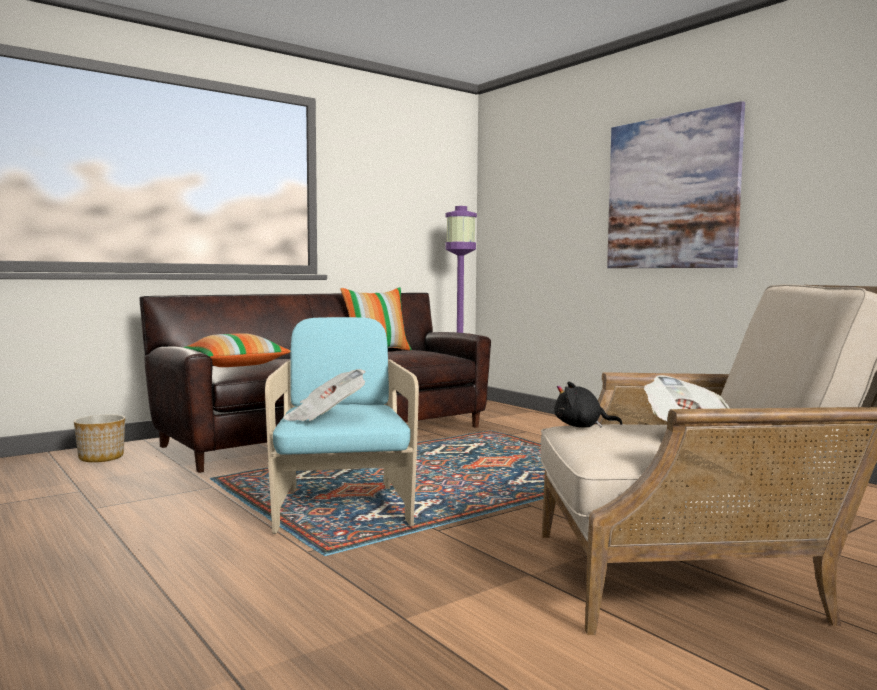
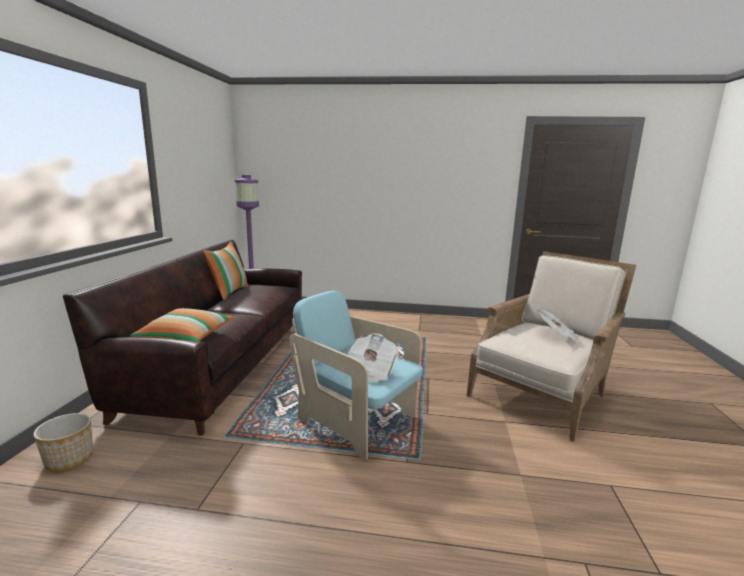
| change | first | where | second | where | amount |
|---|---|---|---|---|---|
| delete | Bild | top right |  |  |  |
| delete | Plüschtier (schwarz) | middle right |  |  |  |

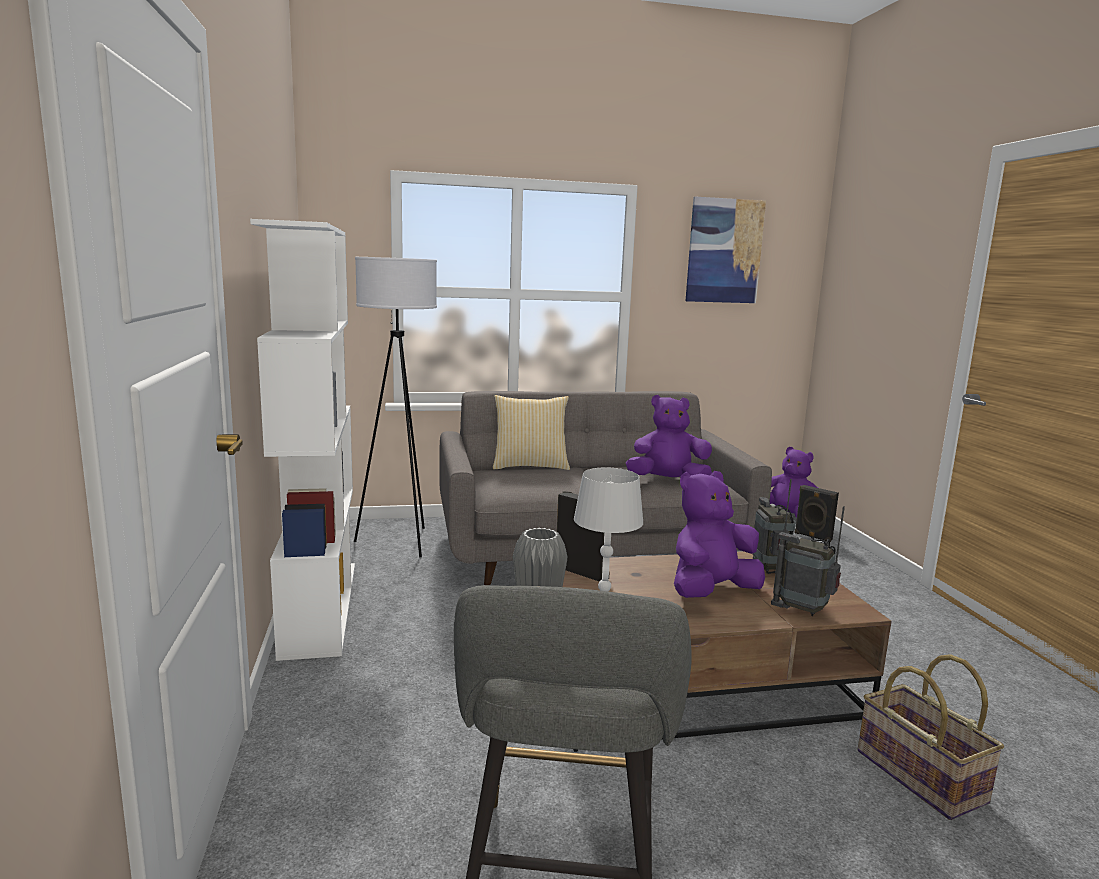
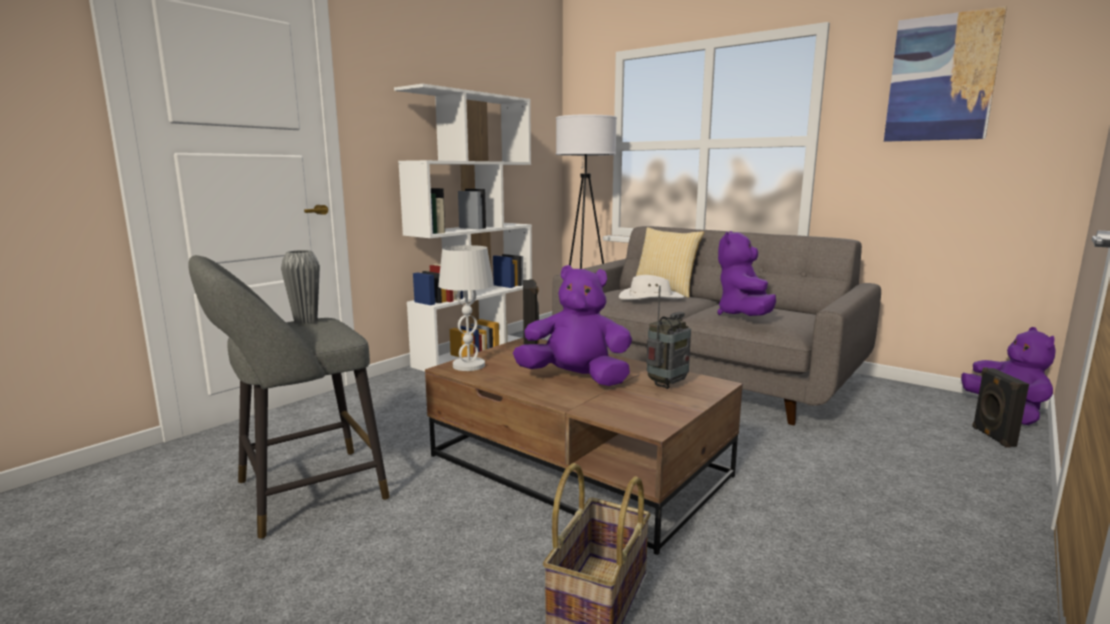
| change | first | where | second | where | amount |
|---|---|---|---|---|---|
| rotate | Plüschtier (lila) (1st from left in the first image) | centre | Plüschtier (lila) (2nd from left) | middle right | 120 degrees counterclockwise |
| delete | Radio (2nd from left) | middle right |  |  |  |
| insert |  |  | Hut (weiß) | centre |  |

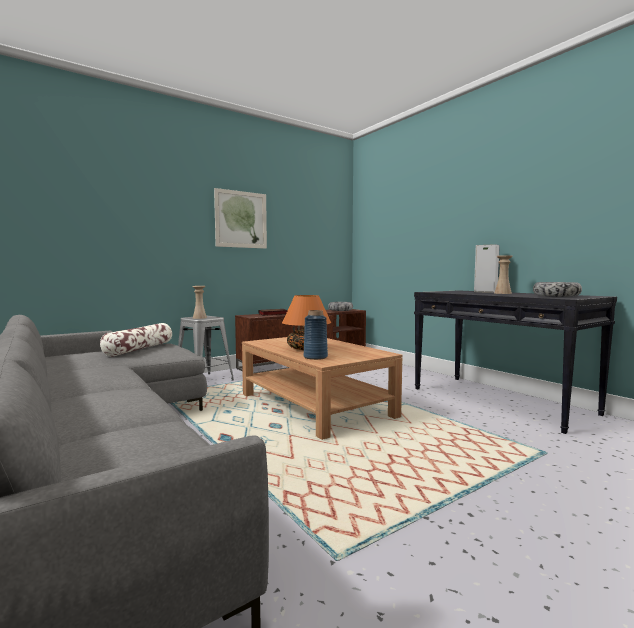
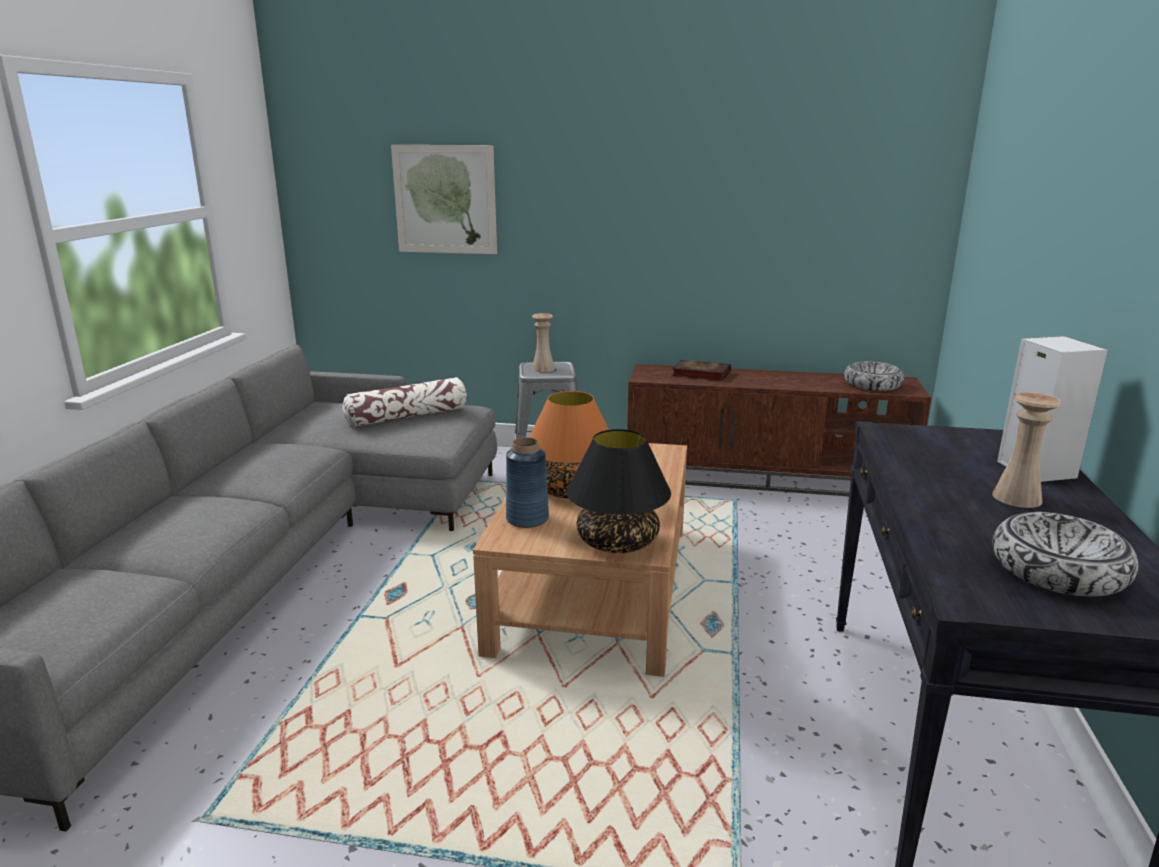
| change | first | where | second | where | amount |
|---|---|---|---|---|---|
| move | Bild | centre |  | top centre |  |
| insert |  |  | Tischlampe (schwarz) | centre |  |

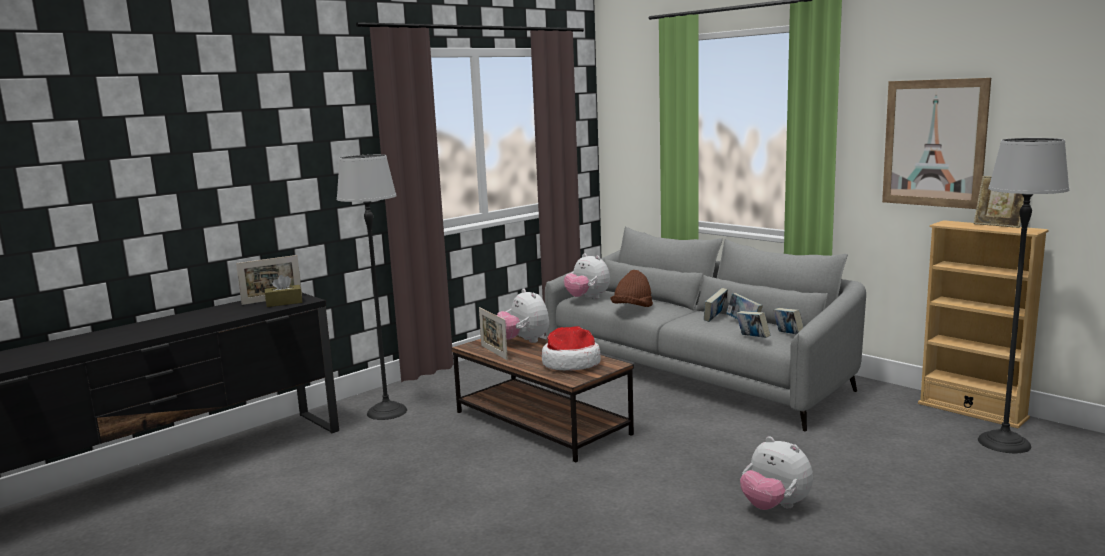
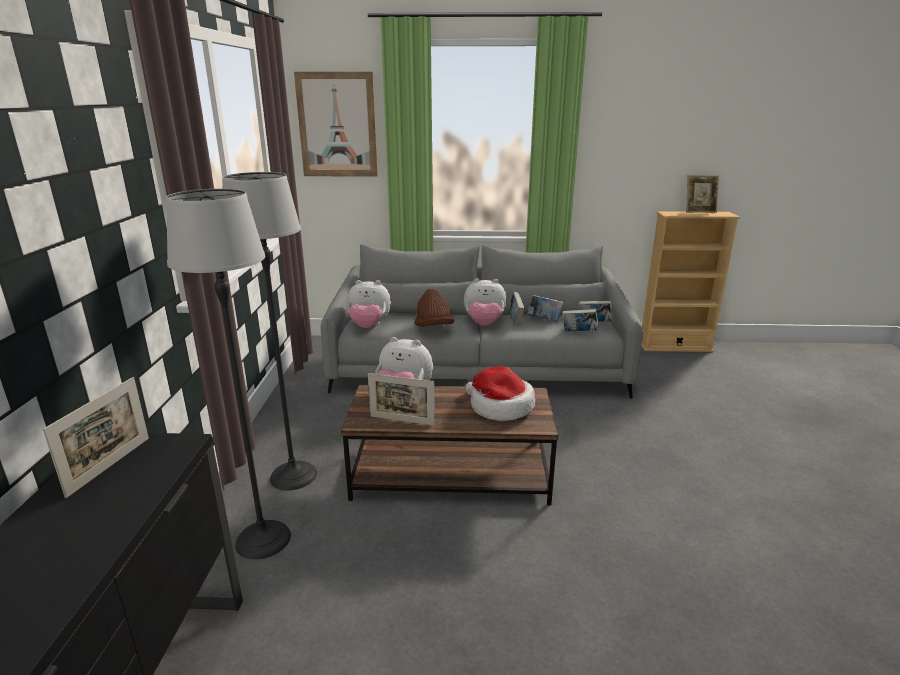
| change | first | where | second | where | amount |
|---|---|---|---|---|---|
| move | Bild | top right |  | top centre |  |
| move | Stehlampe (2nd from left) | middle right |  | middle left |  |
| delete | Taschentuchbox (braun) | middle left |  |  |  |
| move | Plüschtier (3rd from left) | bottom right |  | centre |  |

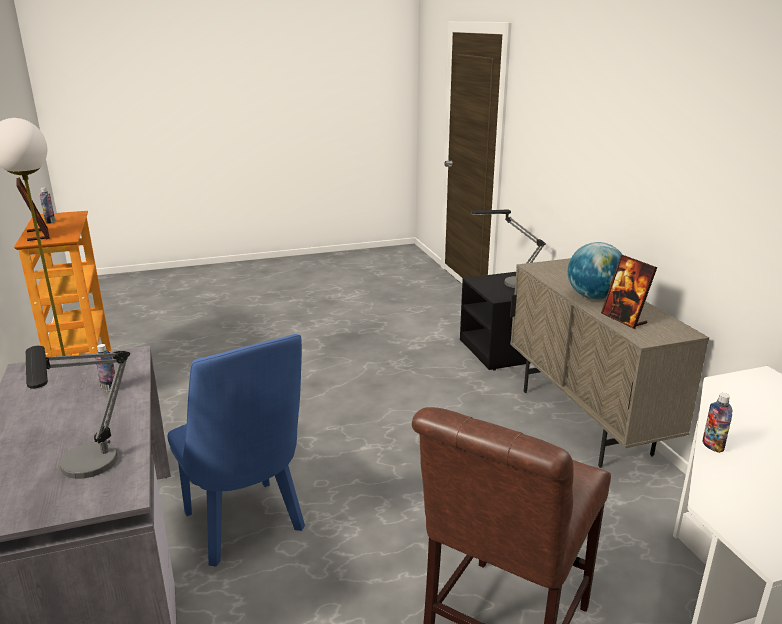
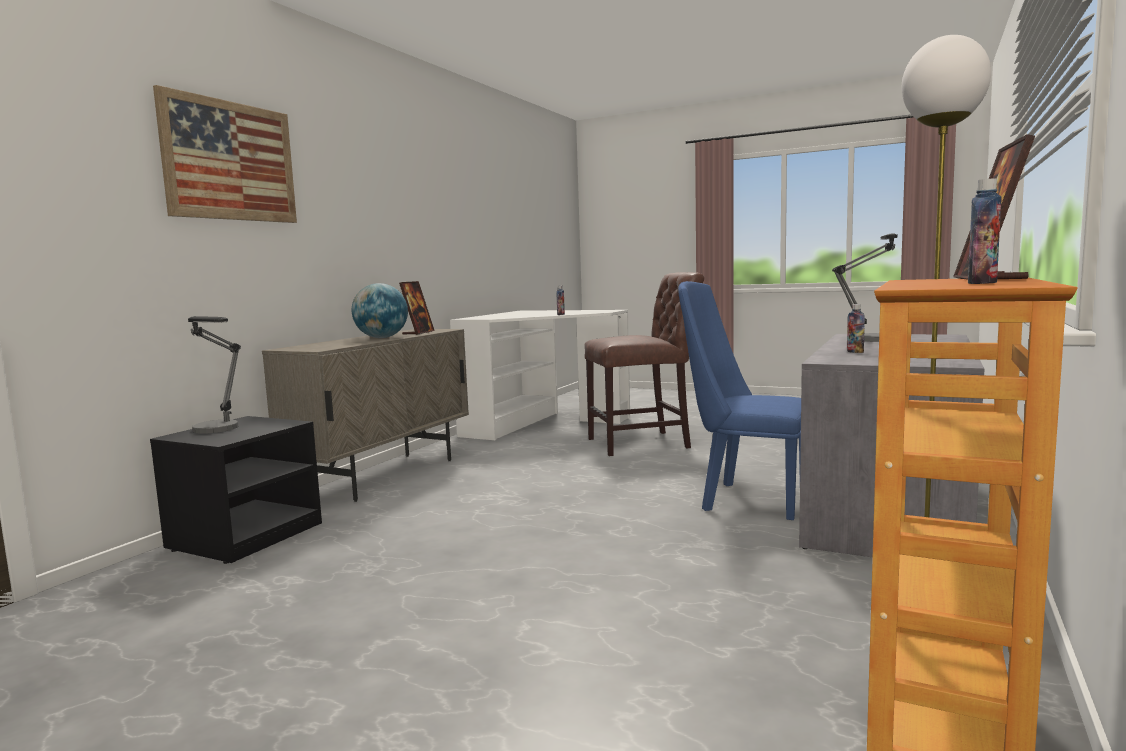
| change | first | where | second | where | amount |
|---|---|---|---|---|---|
| rotate | Stuhl (blau) | bottom left |  | centre | 75 degrees counterclockwise |
| insert |  |  | Bild | top left |  |

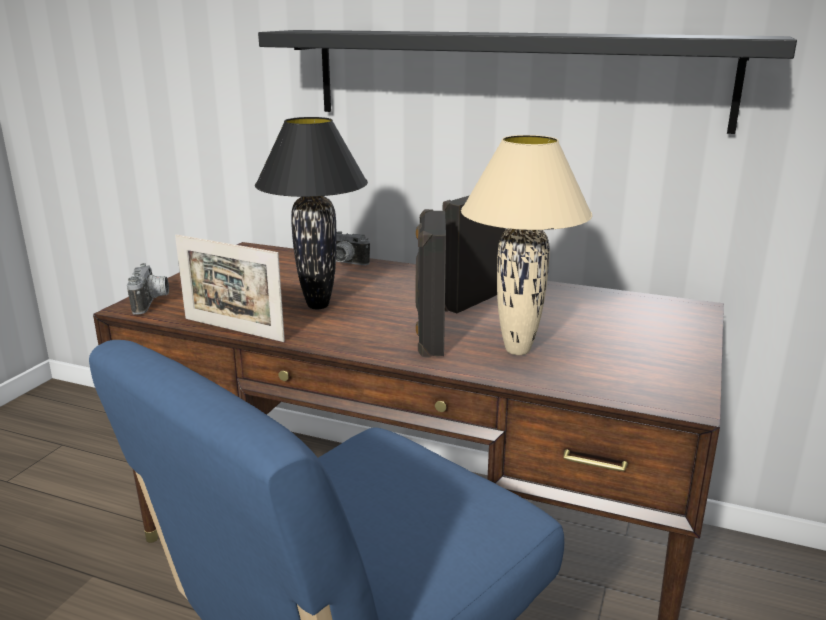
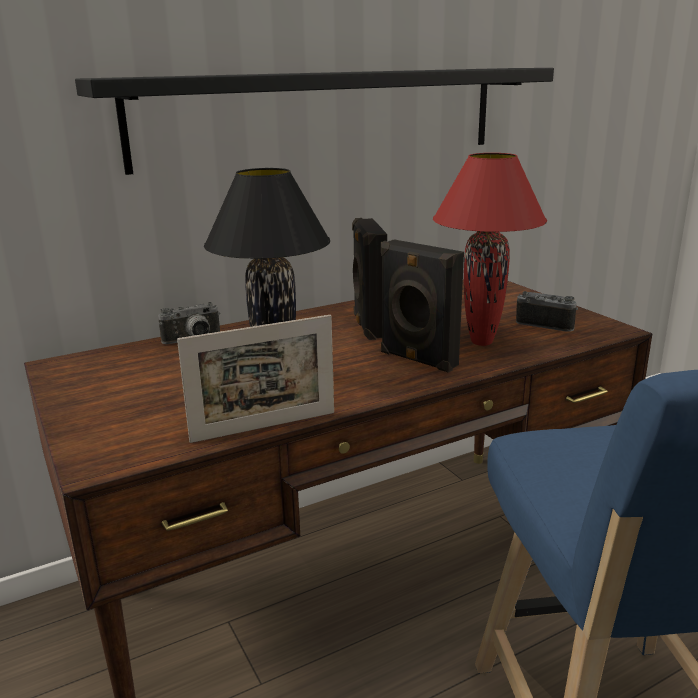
| change | first | where | second | where | amount |
|---|---|---|---|---|---|
| recolor | Tischlampe (beige) | centre | Tischlampe (rot) | middle right |  |
| move | Kamera (1st from left in the first image) | middle left | Kamera (2nd from left) | middle right |  |

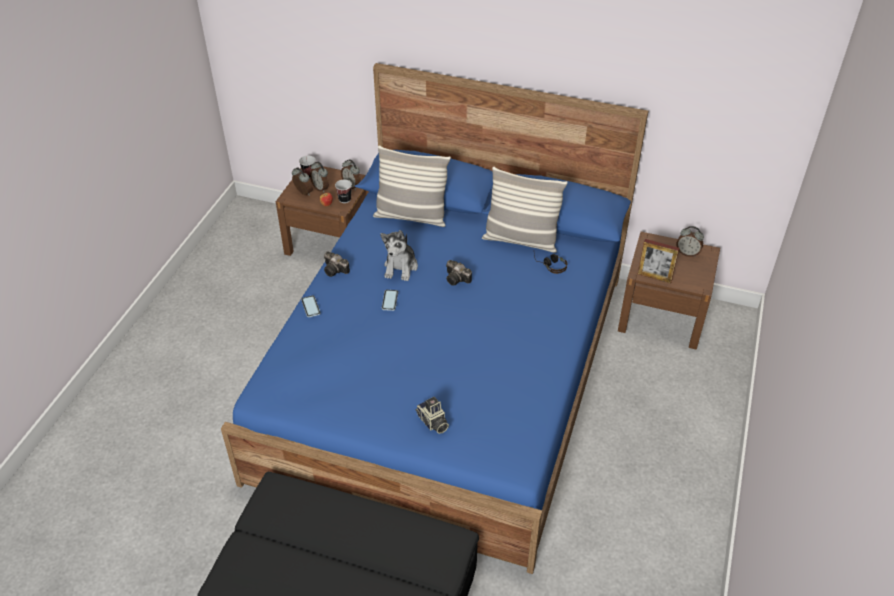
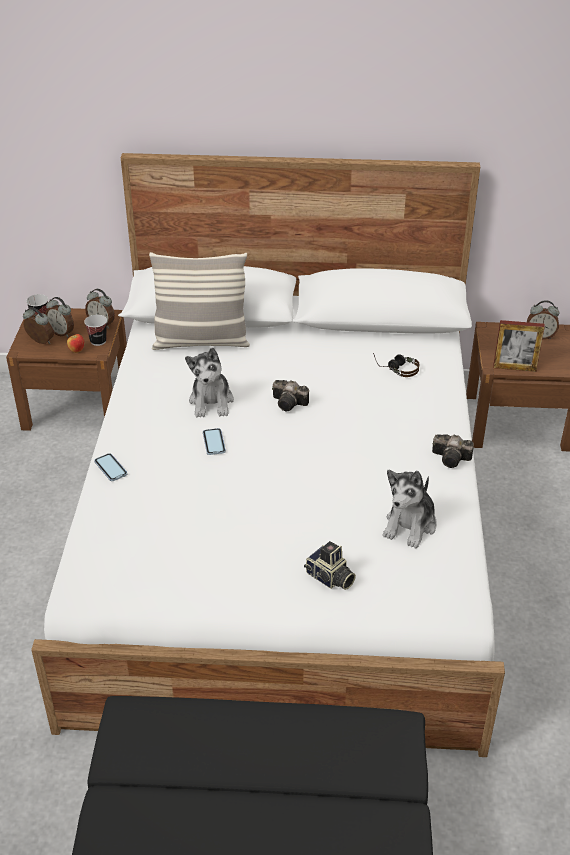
| change | first | where | second | where | amount |
|---|---|---|---|---|---|
| recolor | Bett (blau) | centre | Bett (weiß) | centre |  |
| delete | Kissen (2nd from left) | centre |  |  |  |
| move | Kamera (1st from left in the first image) | centre | Kamera (3rd from left) | middle right |  |
| insert |  |  | Plüschtier (2nd from left) | middle right |  |

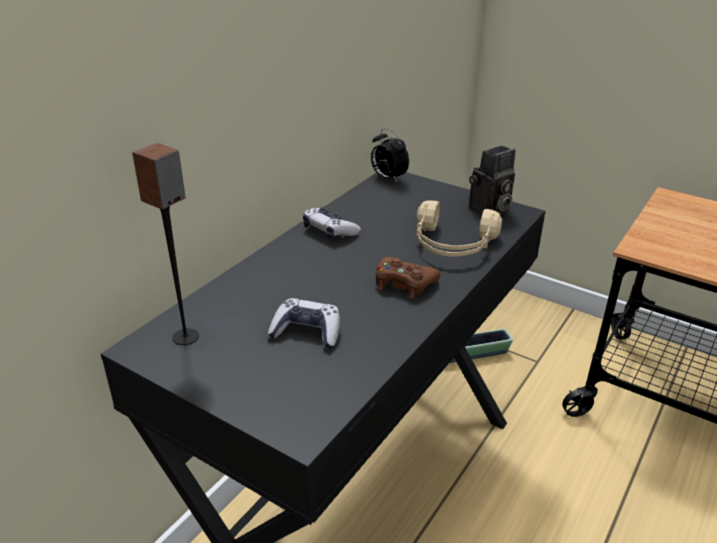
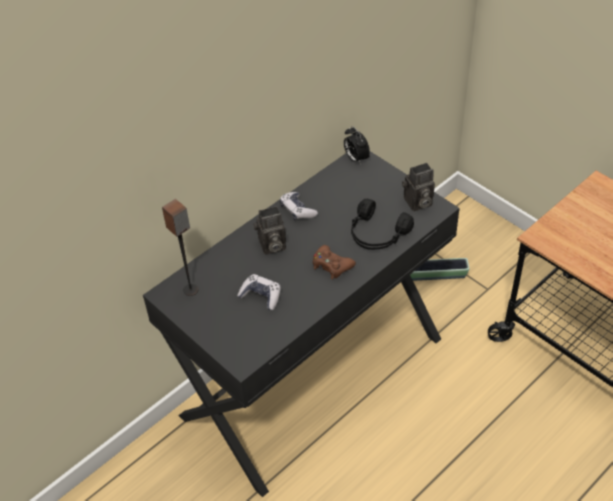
| change | first | where | second | where | amount |
|---|---|---|---|---|---|
| recolor | Kopfhörer (beige) | centre | Kopfhörer (schwarz) | centre |  |
| insert |  |  | Kamera (1st from left) | centre |  |

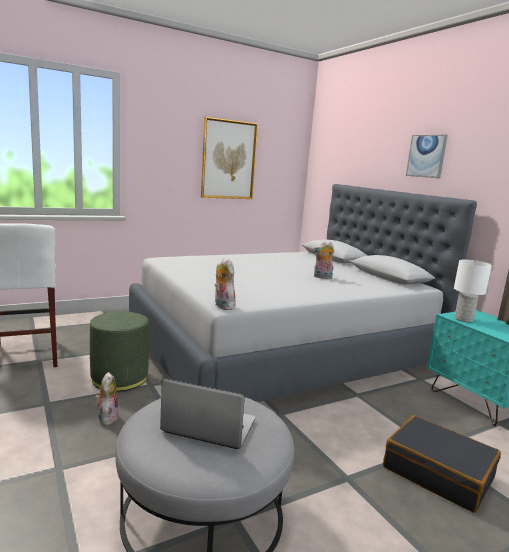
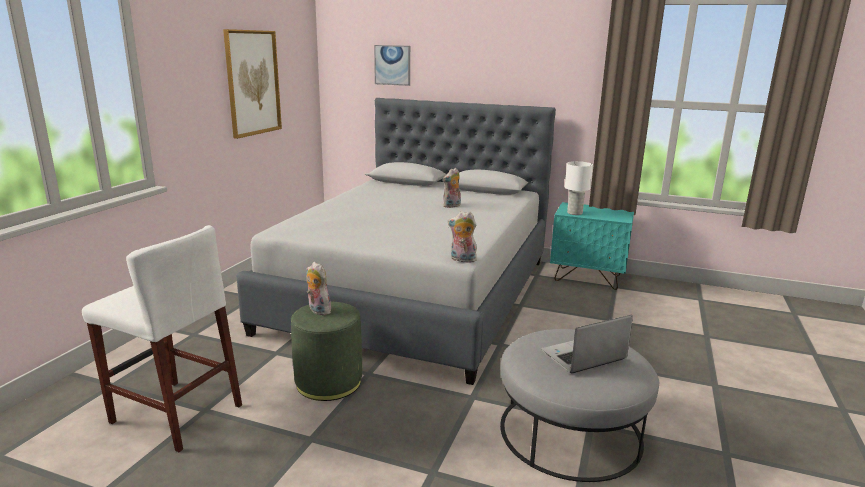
| change | first | where | second | where | amount |
|---|---|---|---|---|---|
| move | Bild (2nd from left) | top right |  | top centre |  |
| move | Plüschtier (1st from left) | bottom left |  | centre |  |
| delete | Koffer (schwarz) | bottom right |  |  |  |

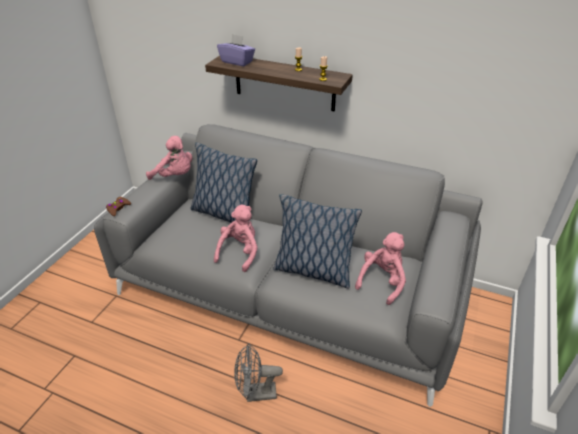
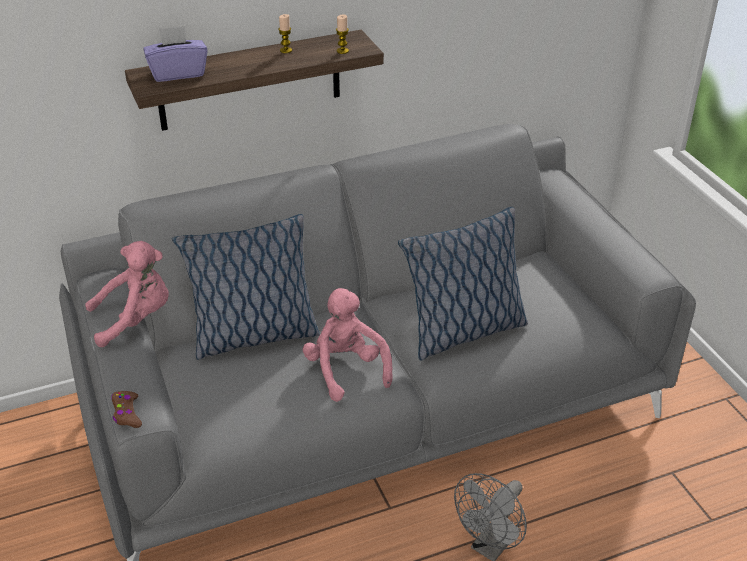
| change | first | where | second | where | amount |
|---|---|---|---|---|---|
| delete | Plüschtier (rosa) (3rd from left) | centre |  |  |  |

